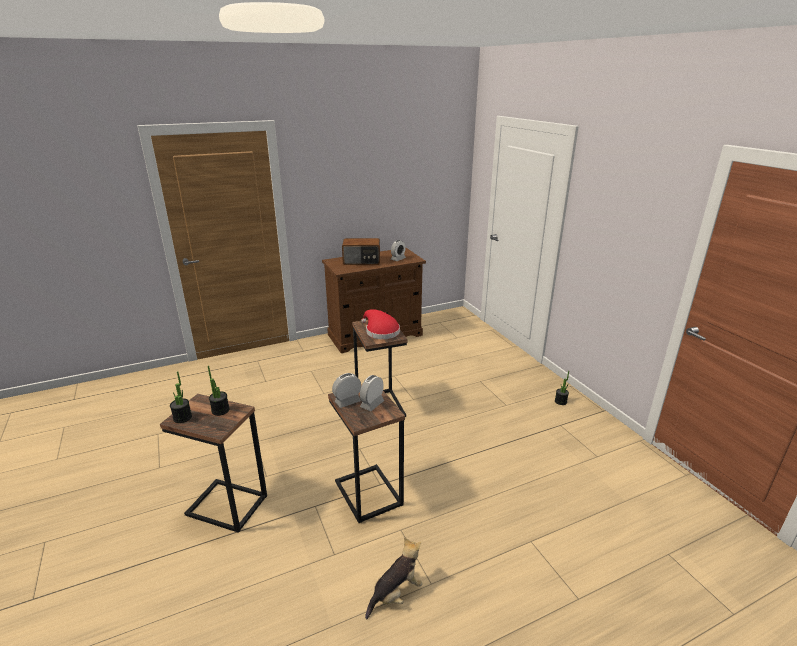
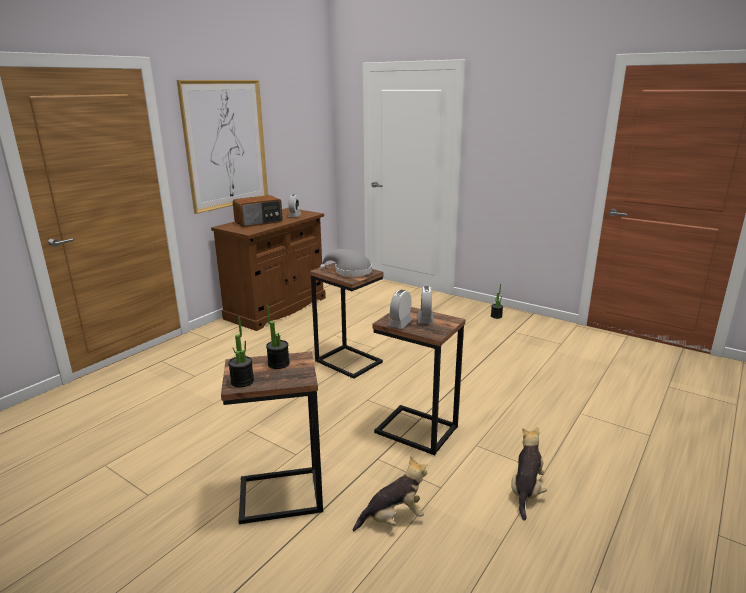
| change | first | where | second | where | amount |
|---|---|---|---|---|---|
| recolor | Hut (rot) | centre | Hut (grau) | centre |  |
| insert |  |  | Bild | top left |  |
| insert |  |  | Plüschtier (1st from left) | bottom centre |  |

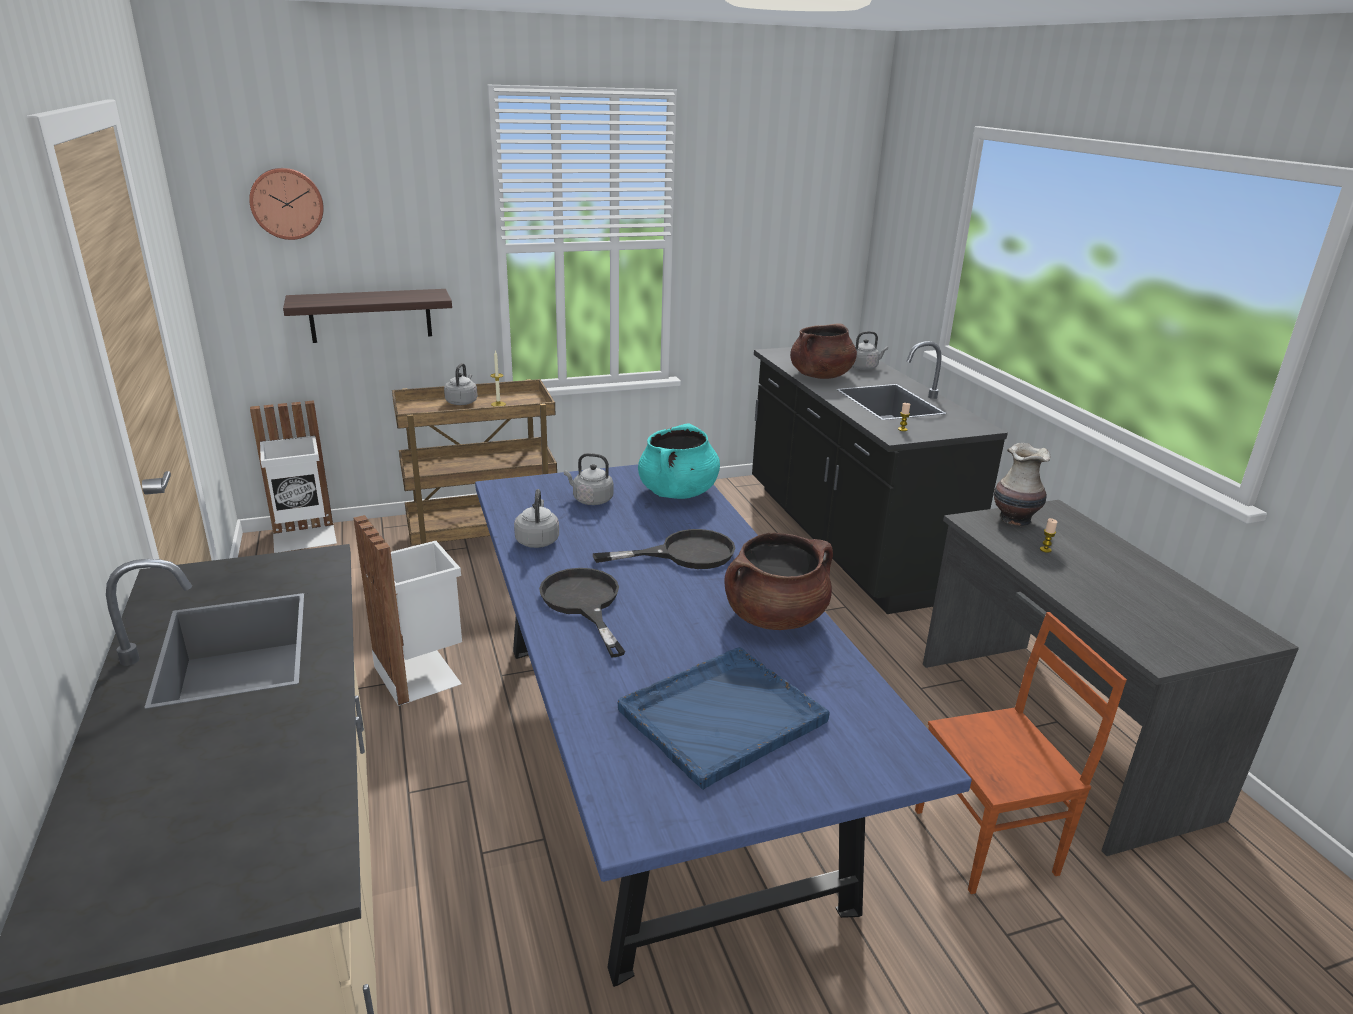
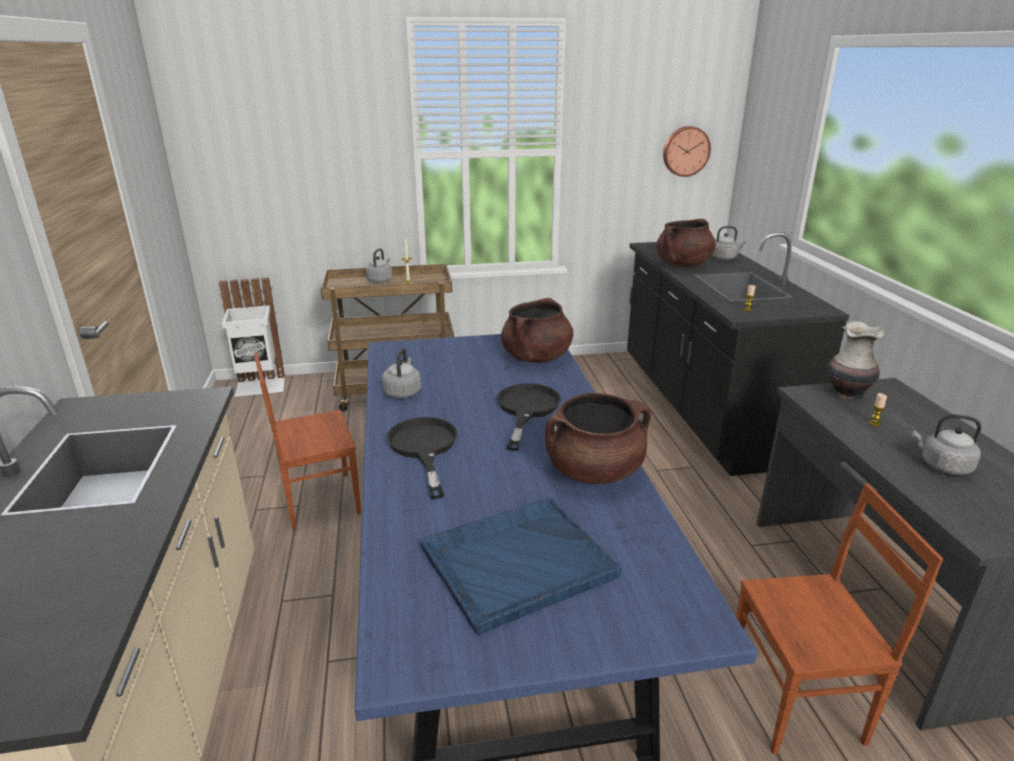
| change | first | where | second | where | amount |
|---|---|---|---|---|---|
| move | Wanduhr | top left |  | top right |  |
| delete | Wandregal | top left |  |  |  |
| recolor | Kochtopf (türkis) | centre | Kochtopf (braun) (1st from left) | centre |  |
| move | Wasserkessel (grau) (3rd from left in the first image) | centre | Wasserkessel (grau) (4th from left) | middle right |  |
| replace | Mülleimer (weiß) (2nd from left) | middle left | Stuhl (braun) (1st from left) | middle left |  |
| rotate | Pfanne (schwarz) (2nd from left) | centre |  | centre | 75 degrees counterclockwise |

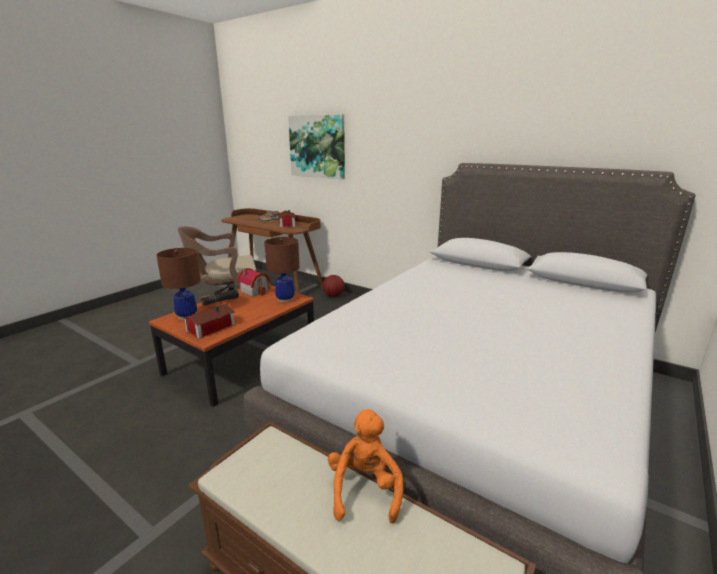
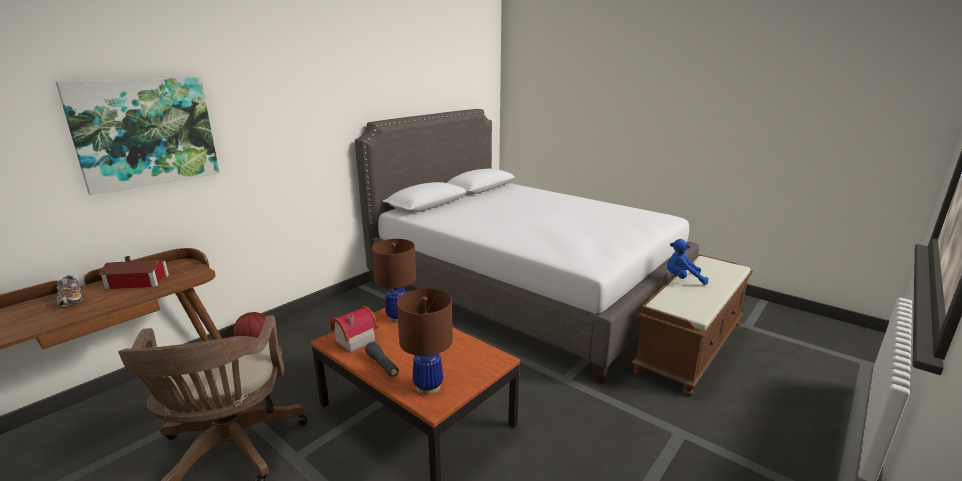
| change | first | where | second | where | amount |
|---|---|---|---|---|---|
| delete | Spielzeughaus (1st from left) | middle left |  |  |  |
| recolor | Plüschtier (orange) | bottom centre | Plüschtier (blau) | middle right |  |

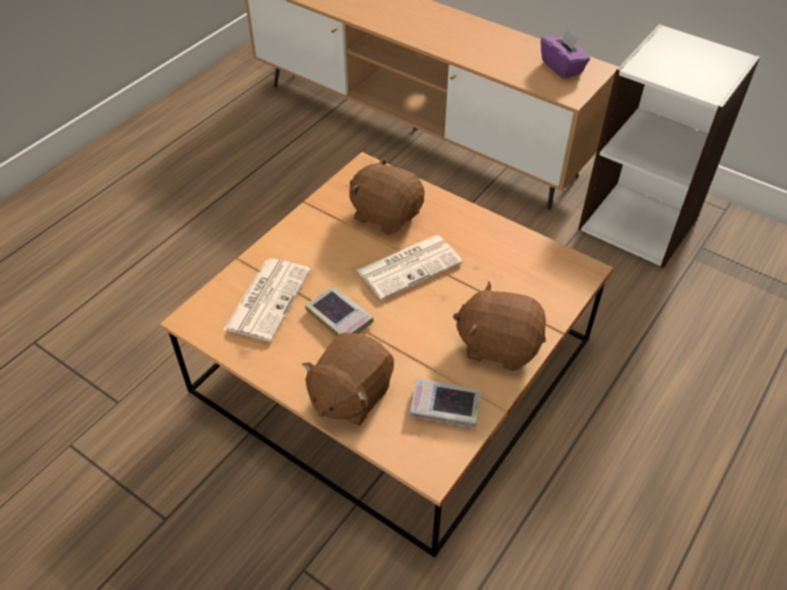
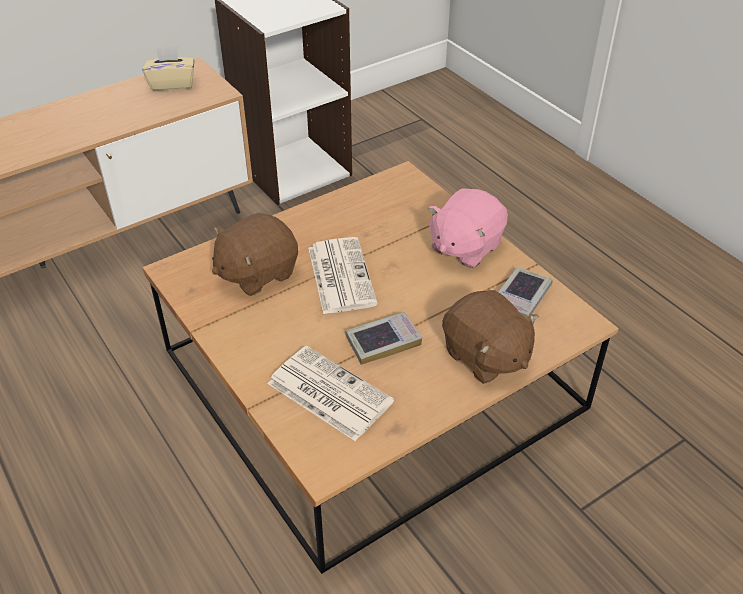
| change | first | where | second | where | amount |
|---|---|---|---|---|---|
| recolor | Taschentuchbox (lila) | top right | Taschentuchbox (beige) | top left |  |
| recolor | Plüschtier (braun) (3rd from left) | centre | Plüschtier (rosa) | centre |  |

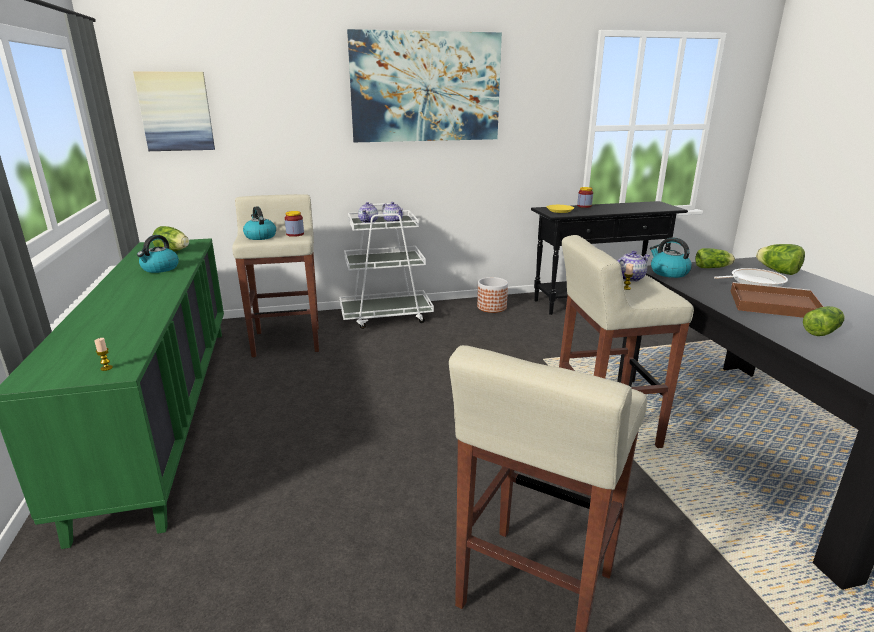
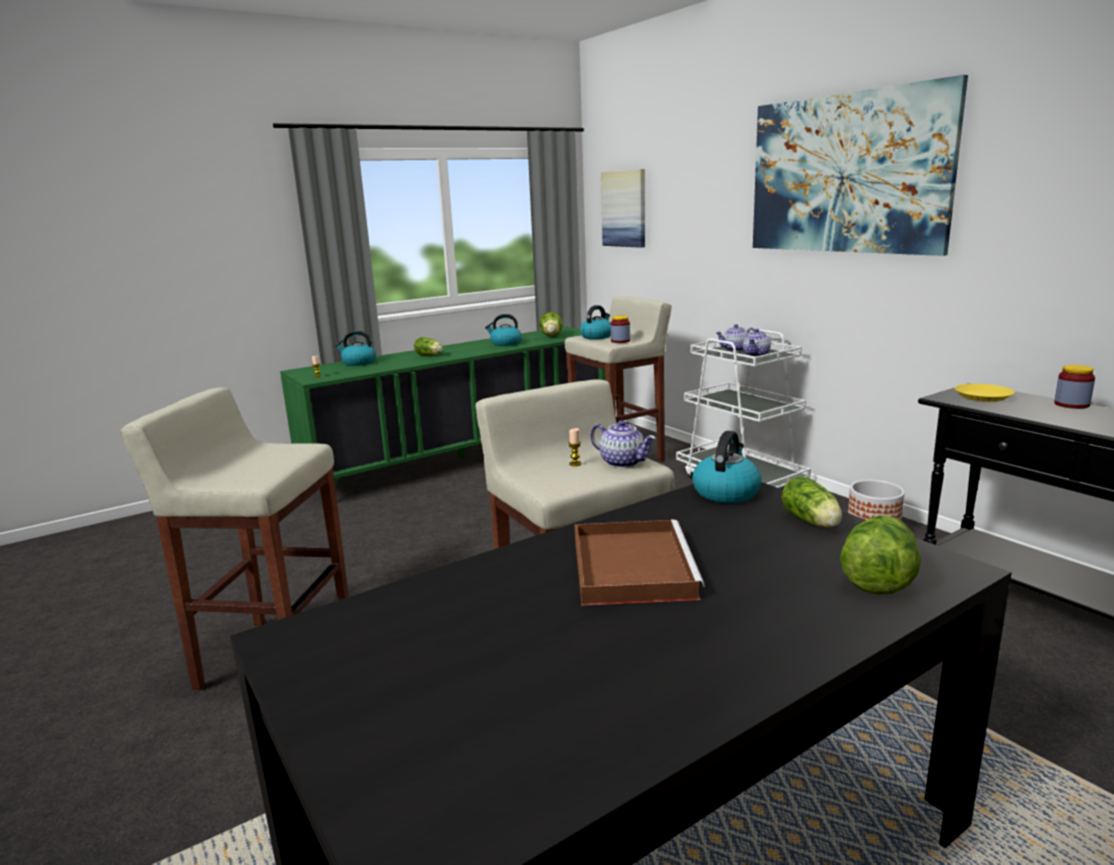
| change | first | where | second | where | amount |
|---|---|---|---|---|---|
| delete | Pfanne | middle right |  |  |  |
| move | Salatkopf (4th from left in the first image) | middle right | Salatkopf (1st from left) | centre |  |
| insert |  |  | Wasserkessel (1st from left) | middle left |  |

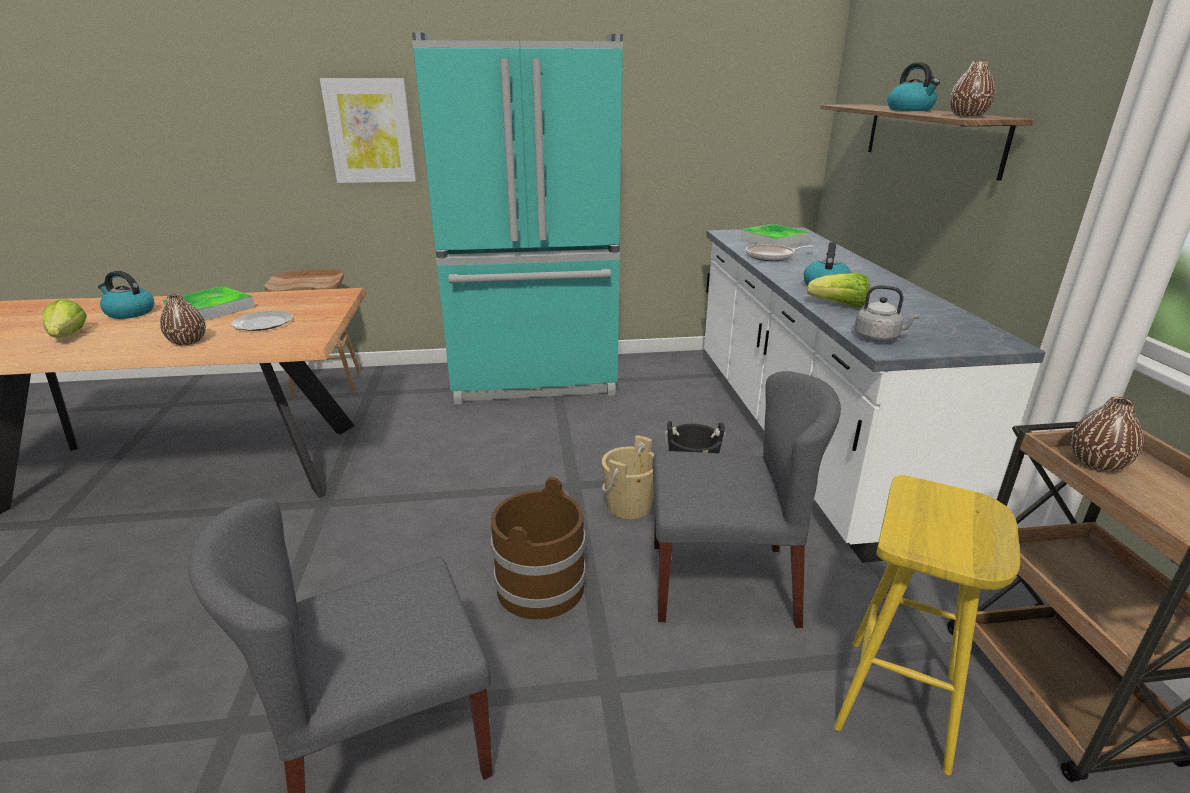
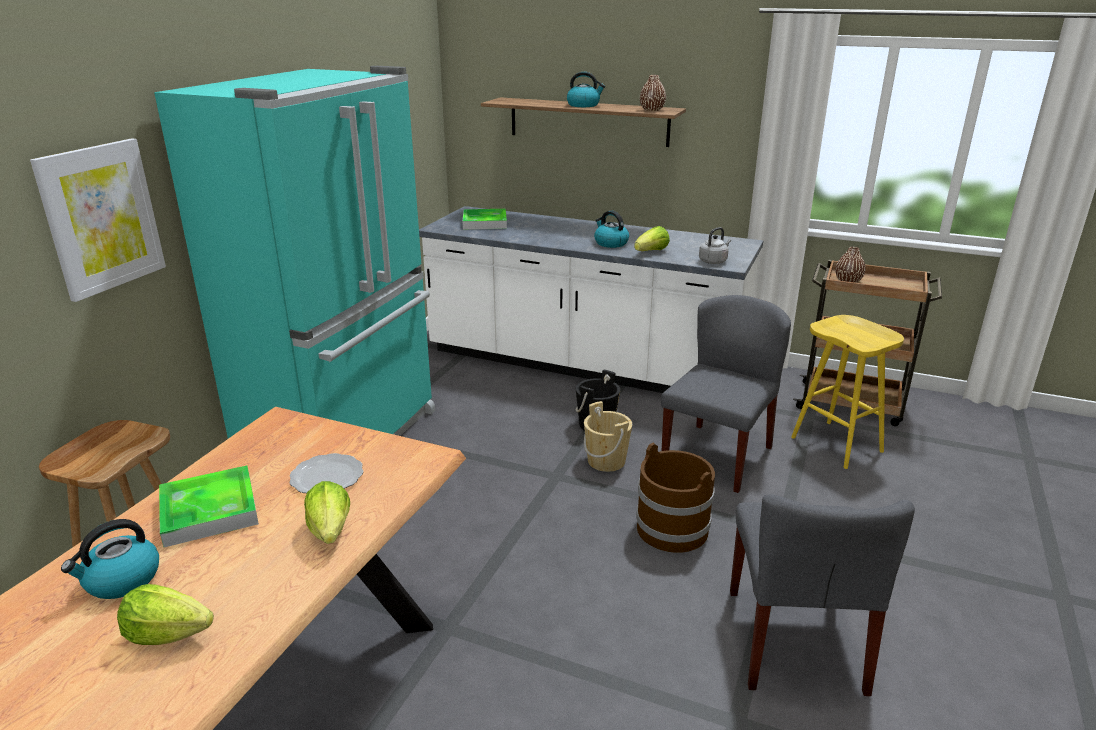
| change | first | where | second | where | amount |
|---|---|---|---|---|---|
| delete | Pfanne | top centre |  |  |  |
| replace | Vase (braun) (1st from left) | middle left | Salatkopf (2nd from left) | bottom left |  |

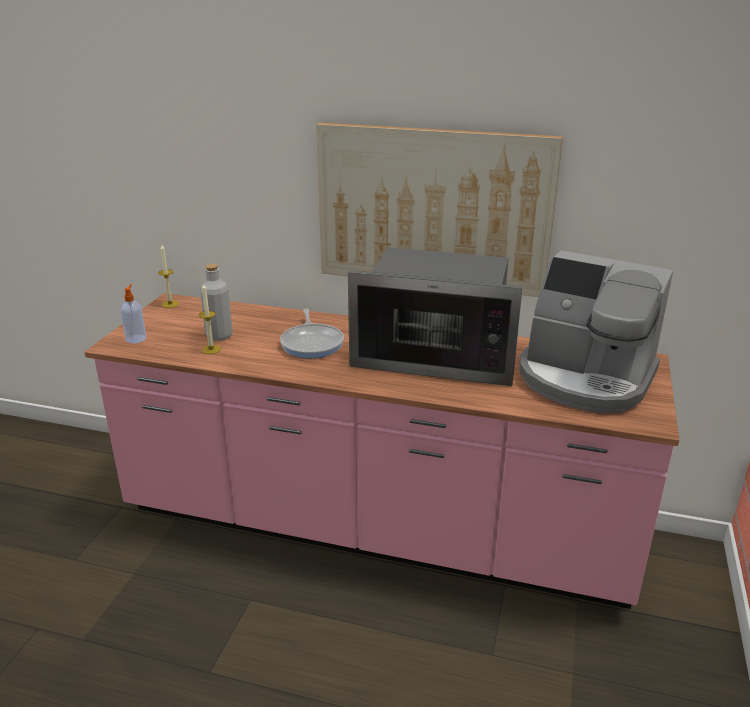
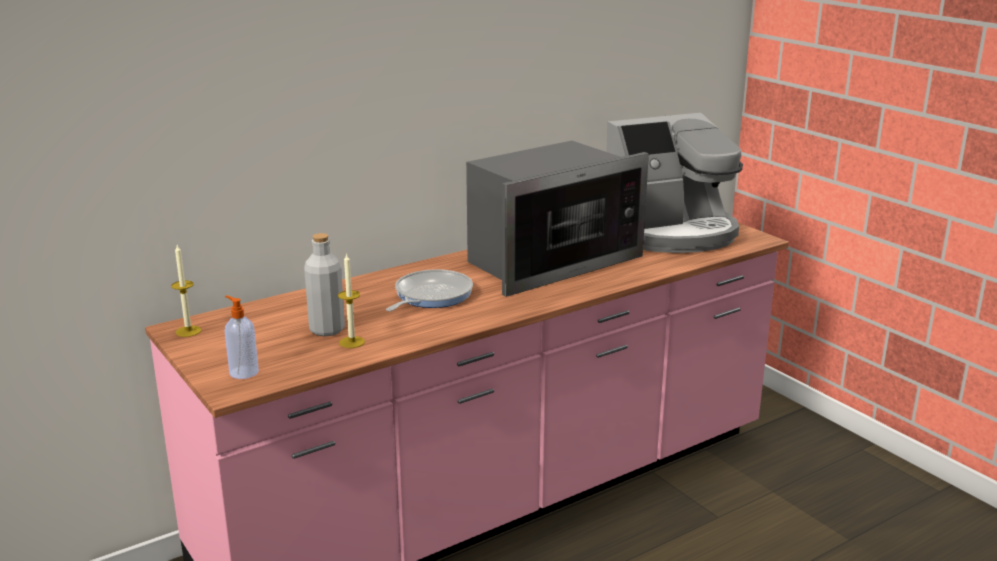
| change | first | where | second | where | amount |
|---|---|---|---|---|---|
| delete | Bild | top centre |  |  |  |
| rotate | Pfanne | centre |  | centre | 90 degrees counterclockwise |

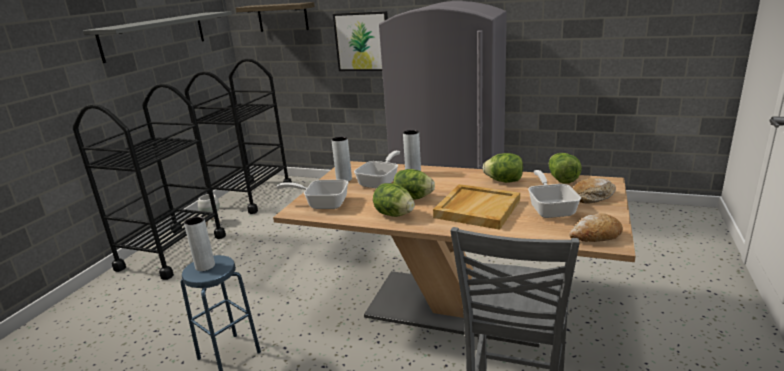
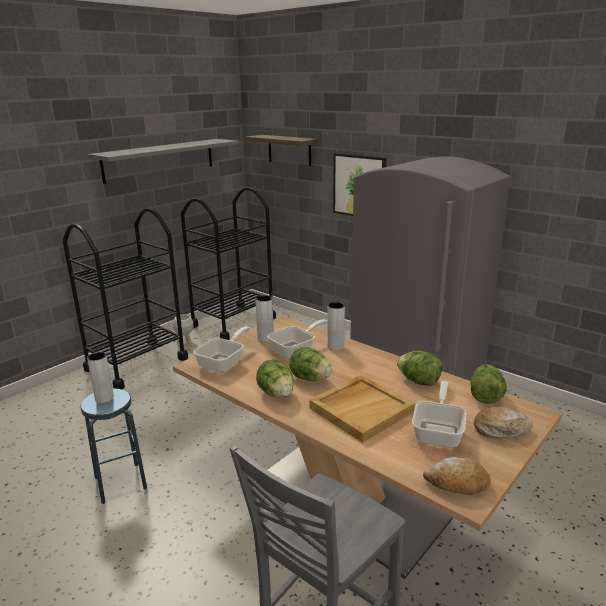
| change | first | where | second | where | amount |
|---|---|---|---|---|---|
| rotate | Pfanne (1st from left) | centre |  | centre | 90 degrees clockwise |

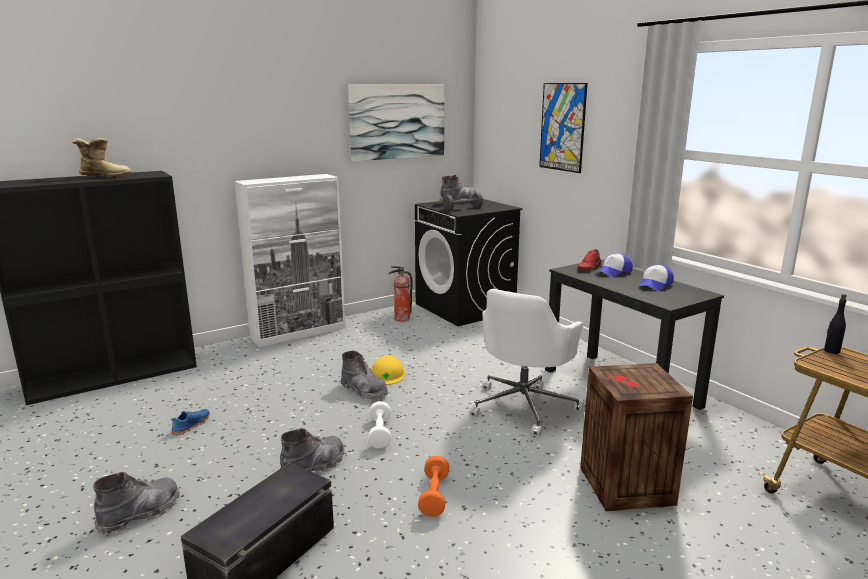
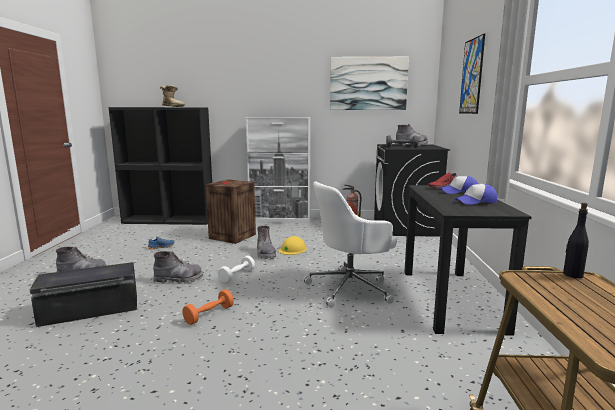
| change | first | where | second | where | amount |
|---|---|---|---|---|---|
| move | Kiste | bottom right |  | centre |  |

